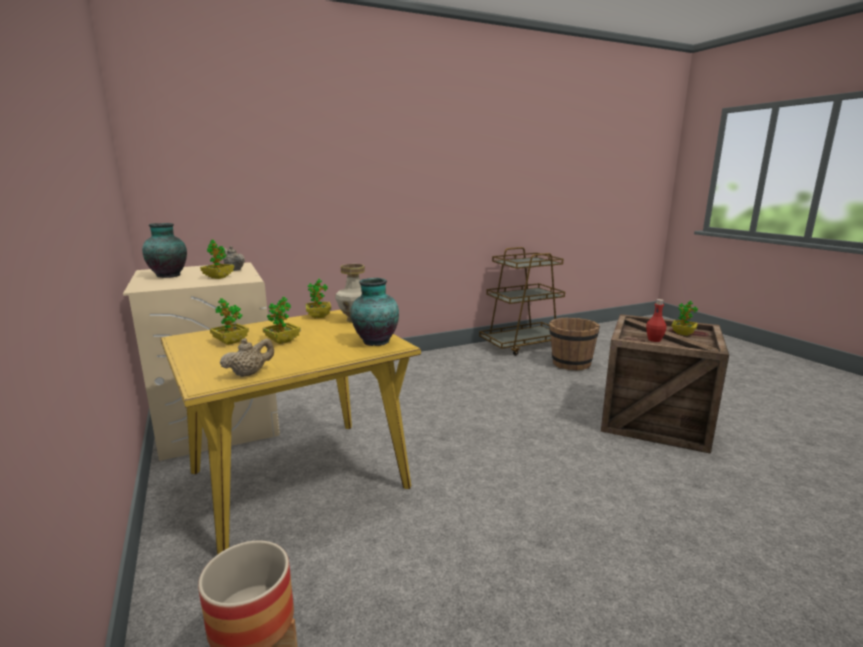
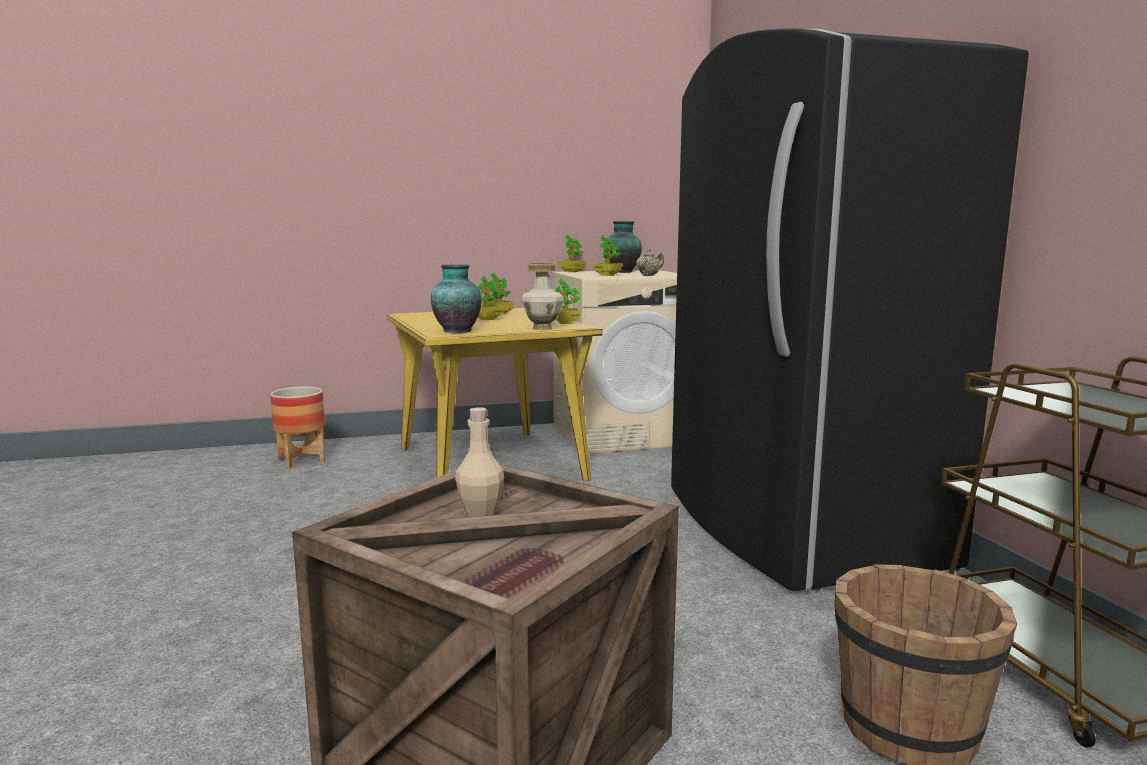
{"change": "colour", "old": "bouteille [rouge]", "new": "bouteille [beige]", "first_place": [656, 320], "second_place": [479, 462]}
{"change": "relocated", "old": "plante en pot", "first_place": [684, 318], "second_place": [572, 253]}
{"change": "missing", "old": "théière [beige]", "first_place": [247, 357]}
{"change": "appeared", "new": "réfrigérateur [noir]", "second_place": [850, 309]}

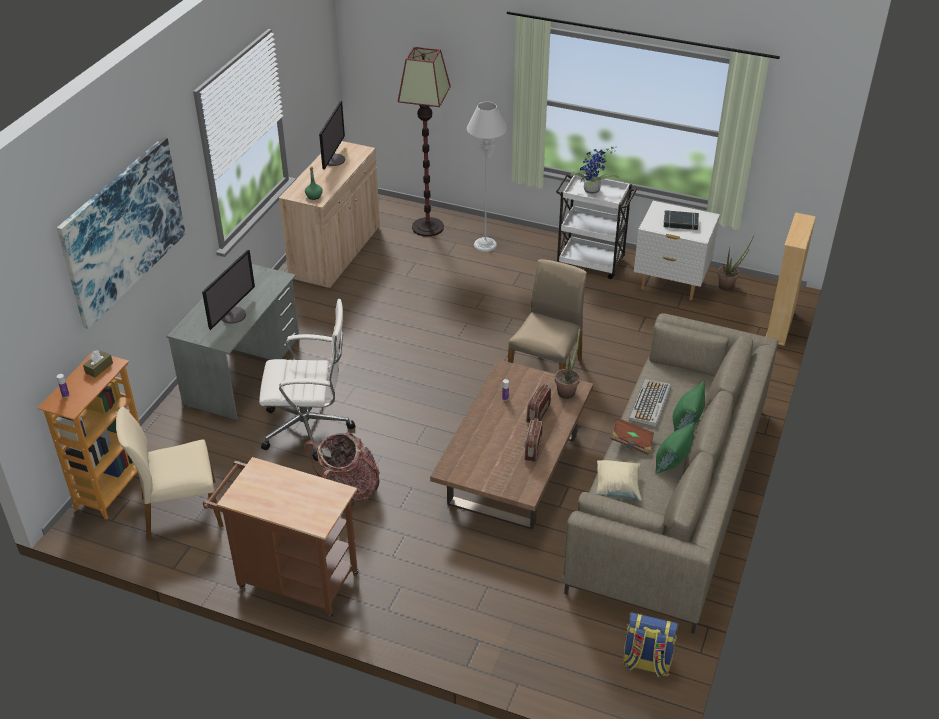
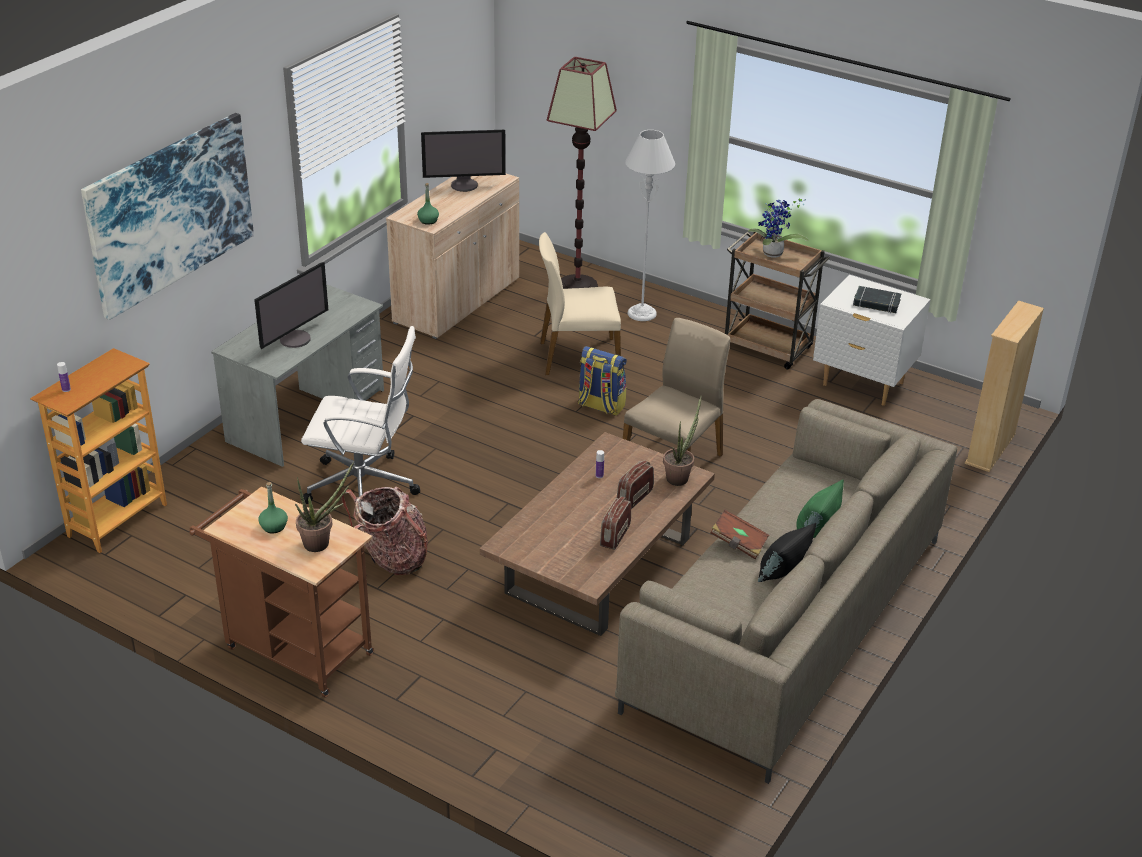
{"change": "spun", "old": "écran d'ordinateur", "first_place": [332, 135], "second_place": [463, 161], "degrees": 60}
{"change": "colour", "old": "chariot [blanc]", "new": "chariot [marron]", "first_place": [594, 225], "second_place": [777, 300]}
{"change": "relocated", "old": "plante en pot", "first_place": [736, 263], "second_place": [324, 507]}
{"change": "missing", "old": "boîte à mouchoirs [marron]", "first_place": [98, 364]}
{"change": "missing", "old": "clavier", "first_place": [650, 403]}
{"change": "relocated", "old": "chaise [beige]", "first_place": [170, 474], "second_place": [580, 303]}
{"change": "colour", "old": "coussin [vert]", "new": "coussin [noir]", "first_place": [675, 448], "second_place": [787, 552]}
{"change": "missing", "old": "coussin [beige]", "first_place": [619, 480]}
{"change": "relocated", "old": "sac à dos", "first_place": [650, 645], "second_place": [602, 381]}
{"change": "appeared", "new": "bouteille [vert]", "second_place": [273, 508]}

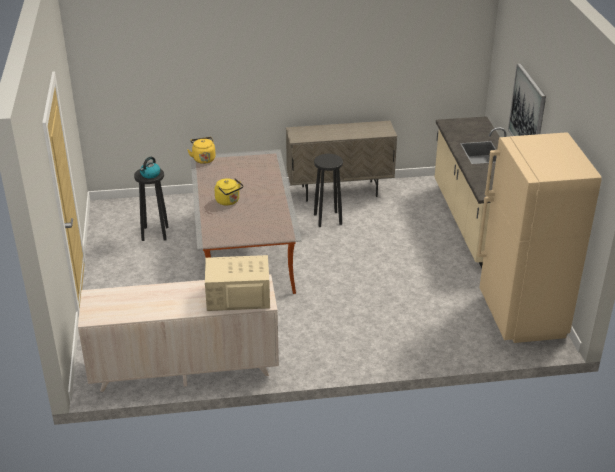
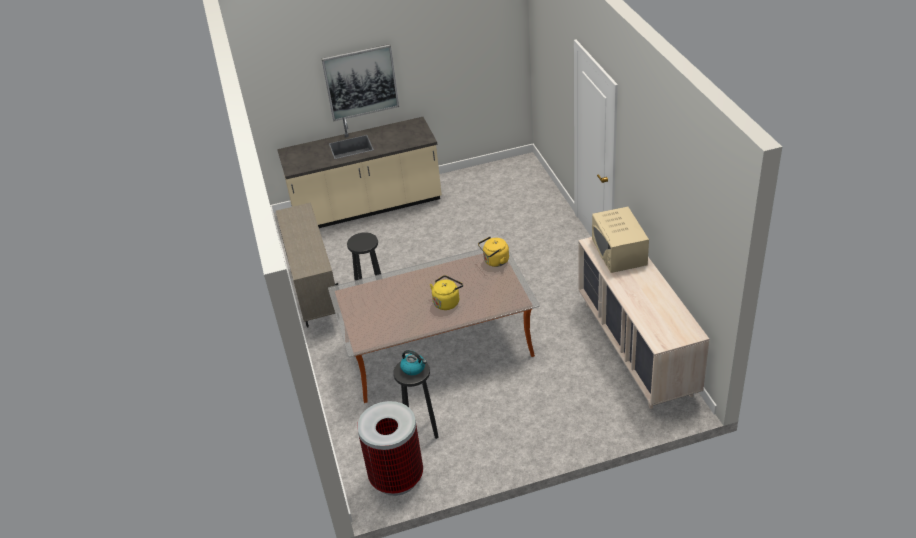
{"change": "missing", "old": "réfrigérateur [beige]", "first_place": [539, 237]}
{"change": "relocated", "old": "bouilloire [jaune]", "first_place": [201, 150], "second_place": [493, 252]}
{"change": "appeared", "new": "poubelle", "second_place": [390, 448]}

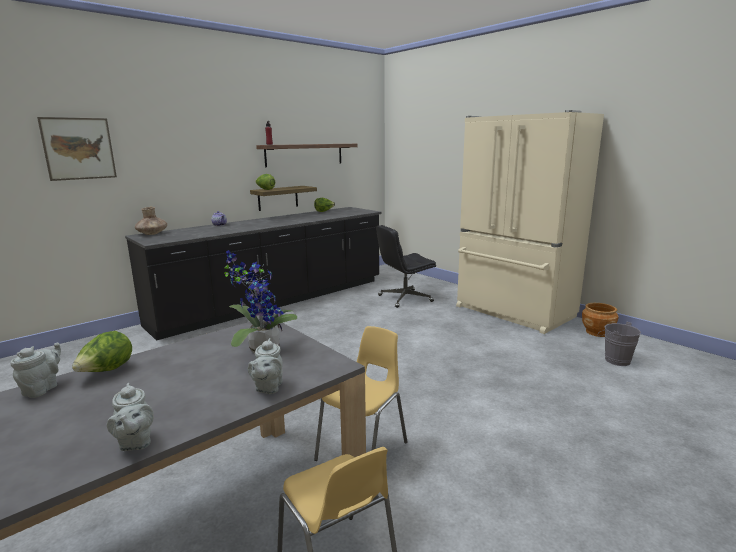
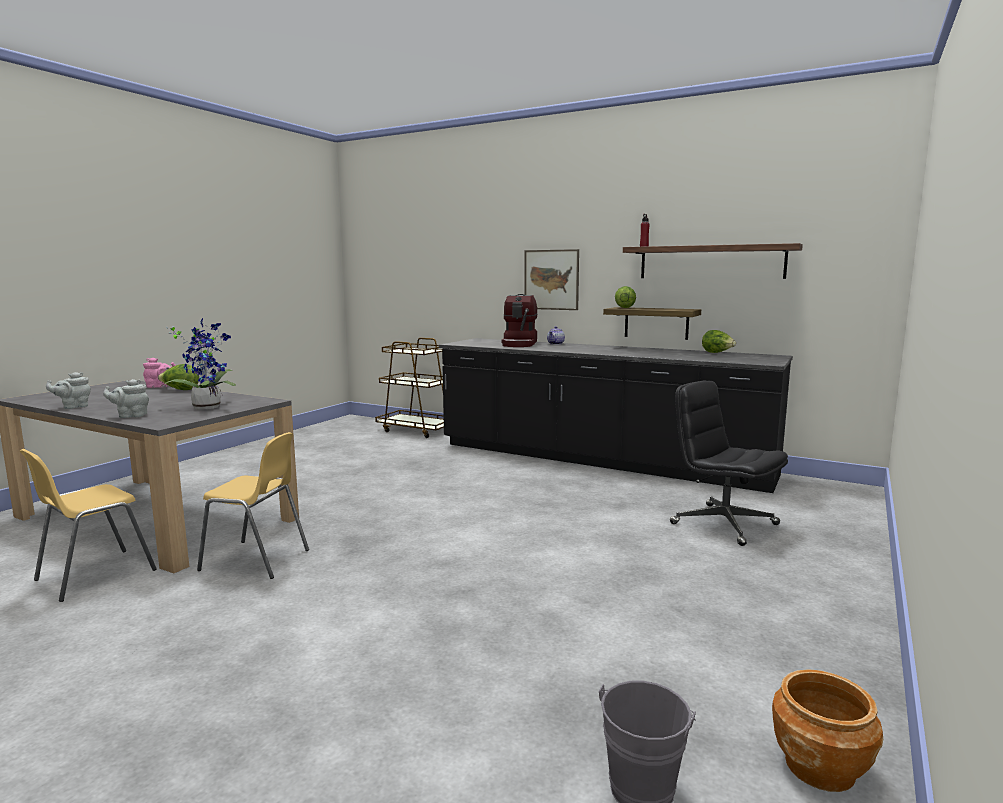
{"change": "missing", "old": "réfrigérateur [beige]", "first_place": [530, 222]}
{"change": "relocated", "old": "tableau", "first_place": [77, 149], "second_place": [551, 279]}
{"change": "missing", "old": "vase [marron]", "first_place": [151, 221]}
{"change": "colour", "old": "théière [gris]", "new": "théière [rose]", "first_place": [35, 370], "second_place": [159, 373]}
{"change": "appeared", "new": "machine à café", "second_place": [519, 320]}
{"change": "appeared", "new": "chariot [marron]", "second_place": [409, 388]}

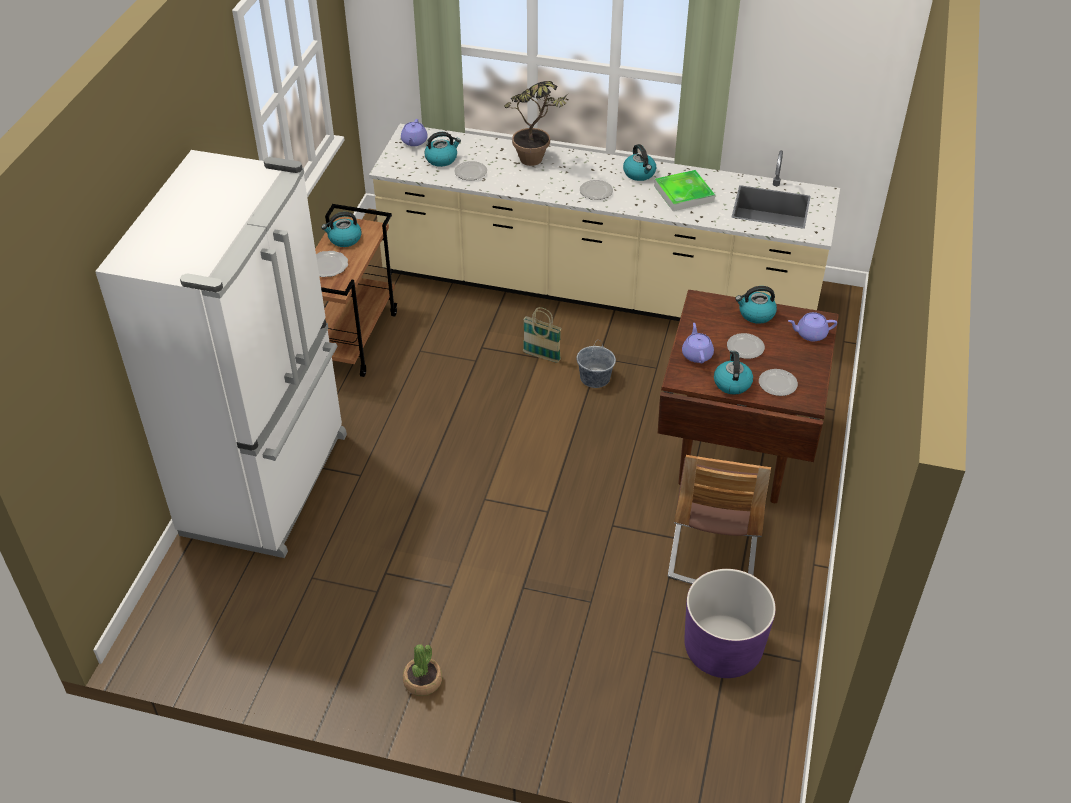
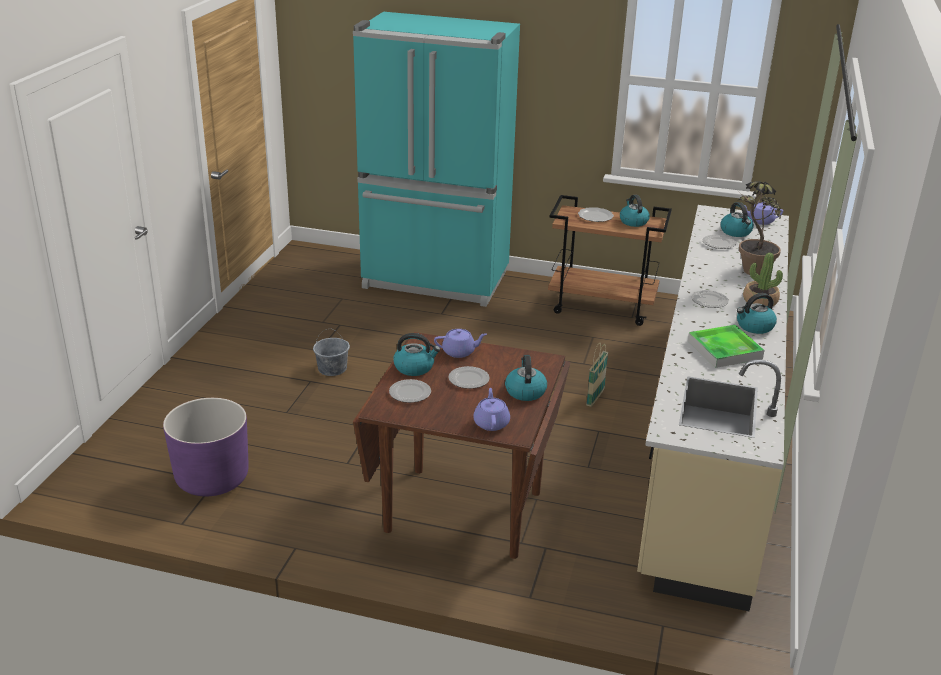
{"change": "colour", "old": "réfrigérateur [blanc]", "new": "réfrigérateur [turquoise]", "first_place": [221, 354], "second_place": [436, 159]}
{"change": "relocated", "old": "seau [gris]", "first_place": [596, 365], "second_place": [331, 352]}
{"change": "missing", "old": "chaise", "first_place": [719, 519]}
{"change": "relocated", "old": "plante en pot", "first_place": [422, 670], "second_place": [763, 279]}

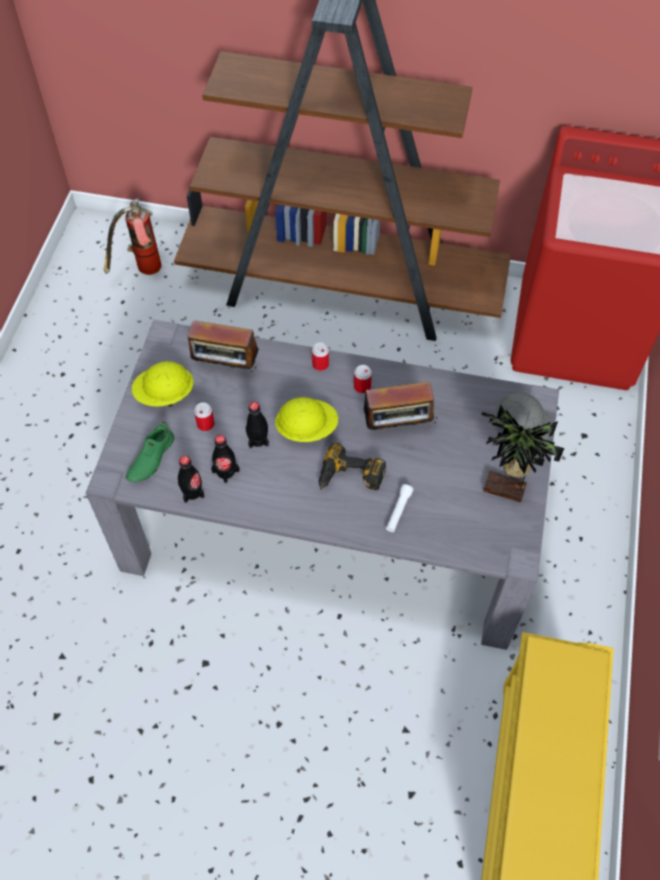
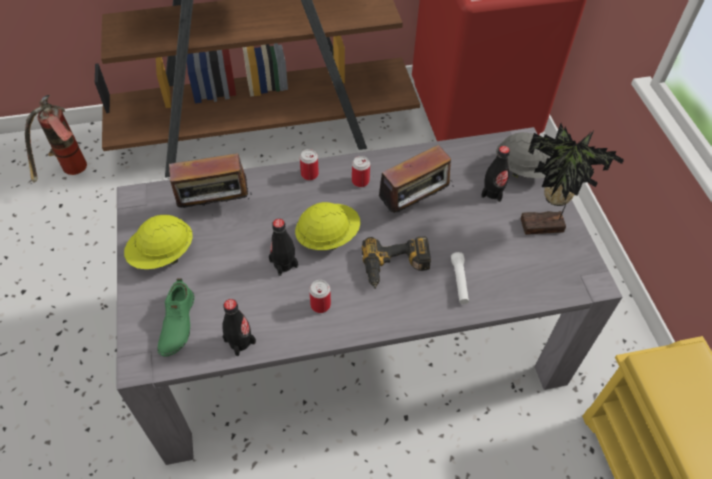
{"change": "relocated", "old": "boîte métallique", "first_place": [204, 416], "second_place": [320, 296]}
{"change": "relocated", "old": "bouteille [noir]", "first_place": [225, 459], "second_place": [495, 174]}

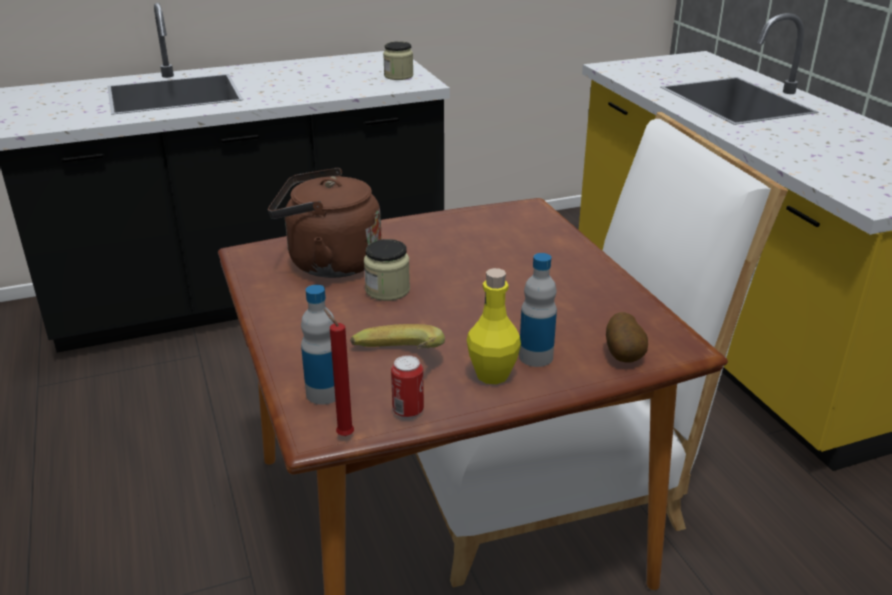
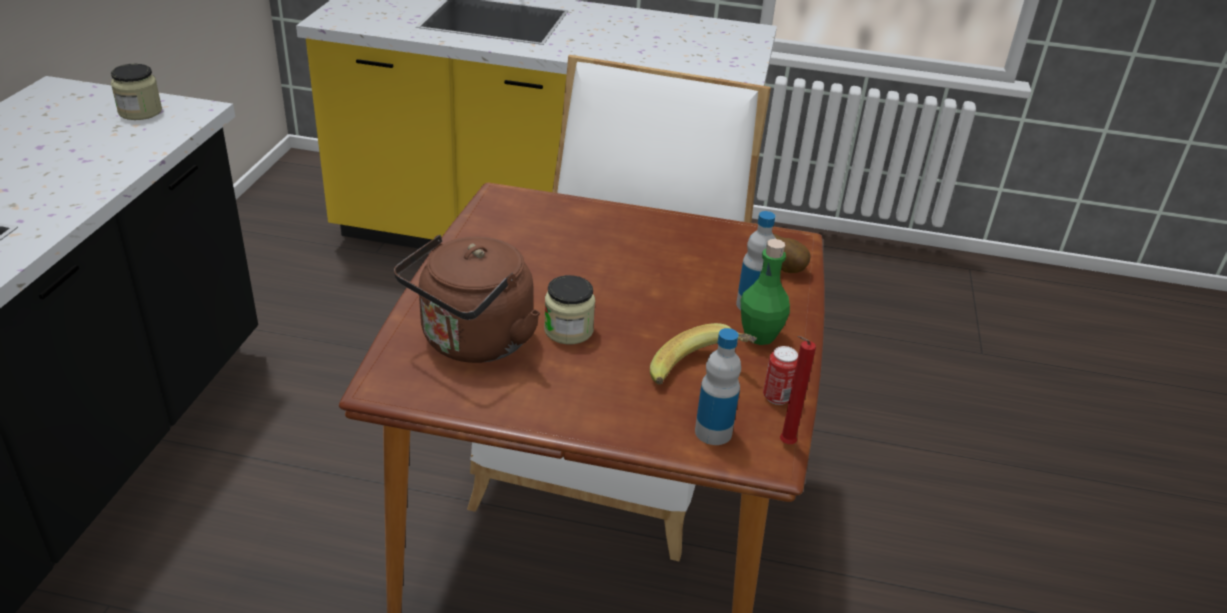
{"change": "colour", "old": "bouteille [jaune]", "new": "bouteille [vert]", "first_place": [494, 326], "second_place": [765, 292]}

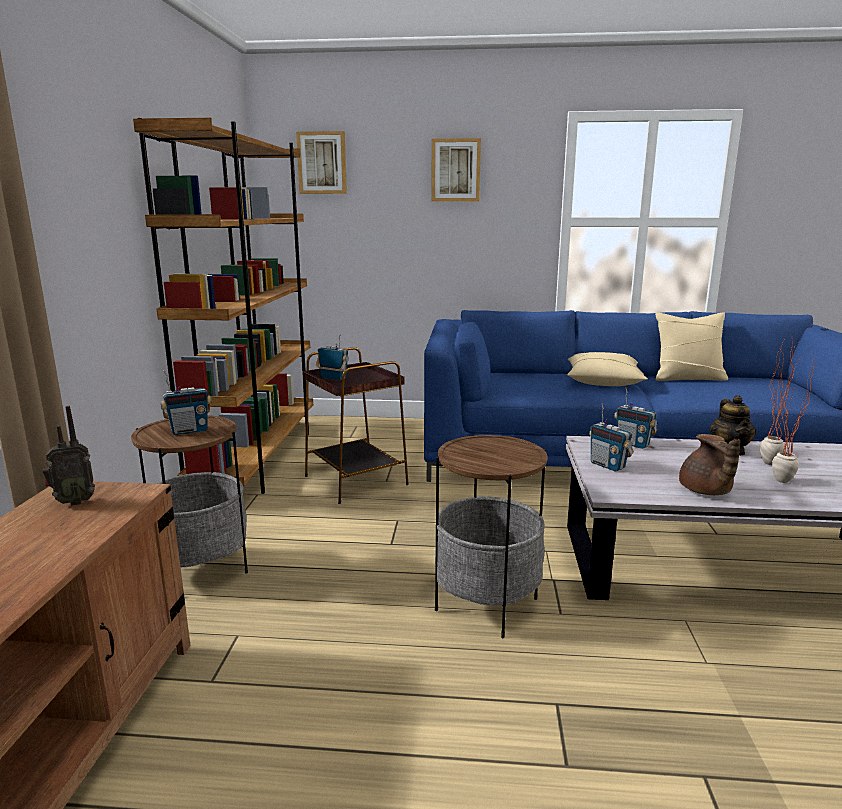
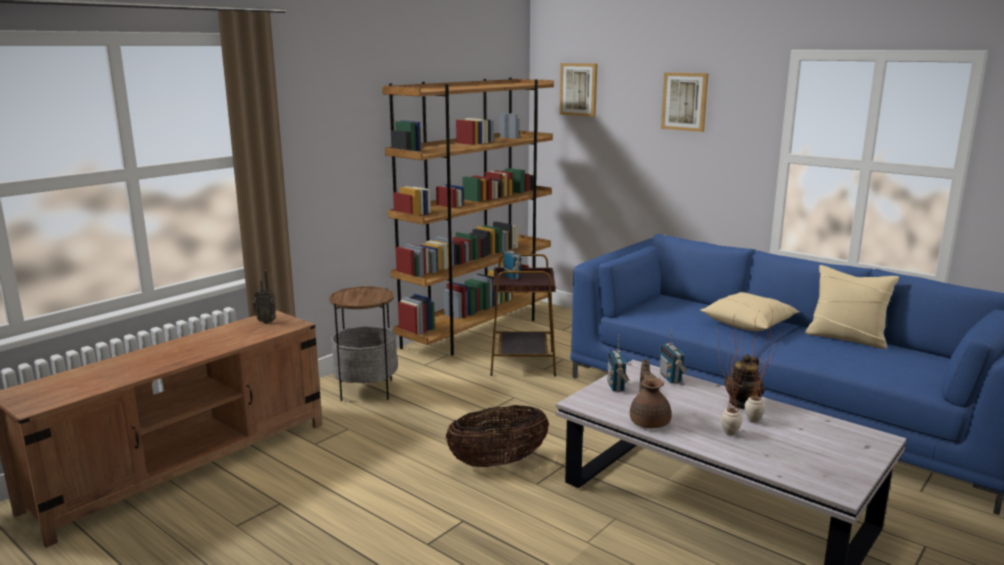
{"change": "missing", "old": "radio", "first_place": [186, 402]}
{"change": "exchanged", "old": "table d'appoint", "new": "panier", "first_place": [491, 536], "second_place": [497, 436]}
{"change": "spun", "old": "théière [marron]", "first_place": [710, 464], "second_place": [651, 393], "degrees": 150}

